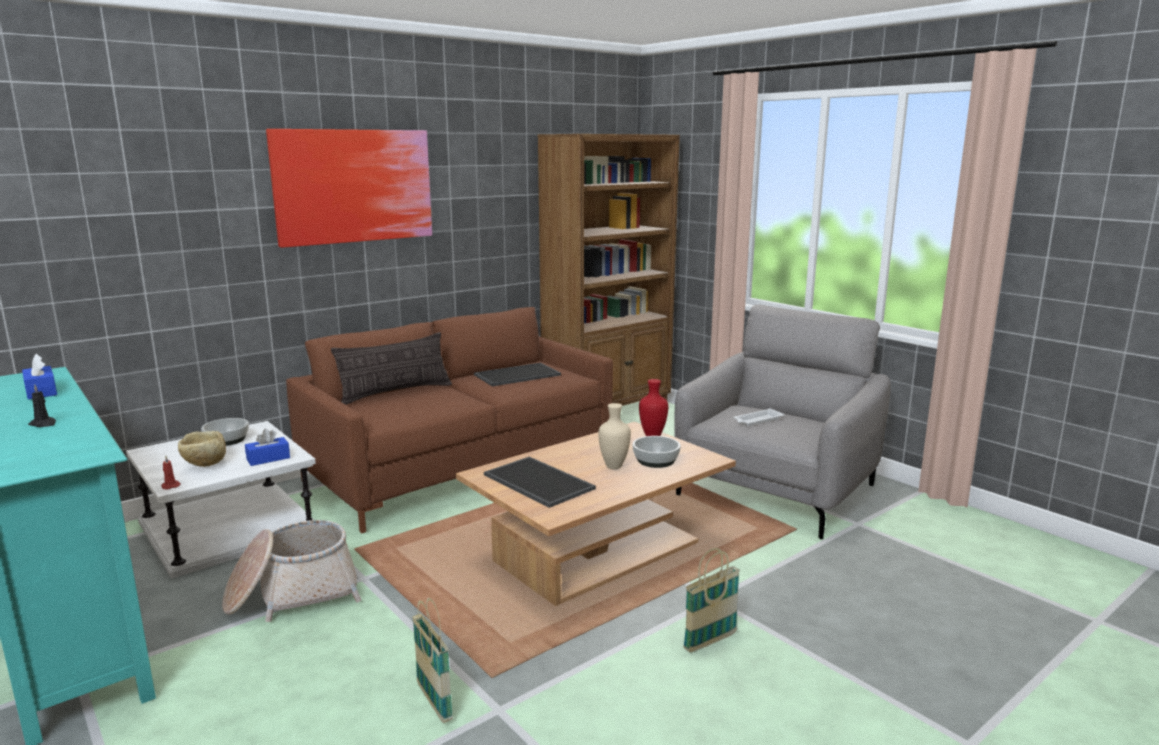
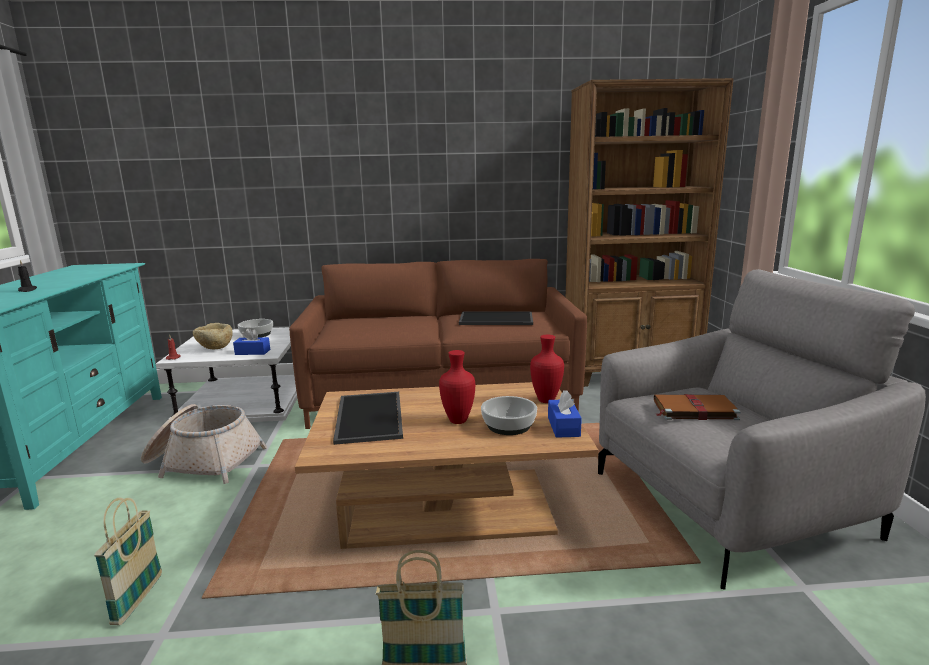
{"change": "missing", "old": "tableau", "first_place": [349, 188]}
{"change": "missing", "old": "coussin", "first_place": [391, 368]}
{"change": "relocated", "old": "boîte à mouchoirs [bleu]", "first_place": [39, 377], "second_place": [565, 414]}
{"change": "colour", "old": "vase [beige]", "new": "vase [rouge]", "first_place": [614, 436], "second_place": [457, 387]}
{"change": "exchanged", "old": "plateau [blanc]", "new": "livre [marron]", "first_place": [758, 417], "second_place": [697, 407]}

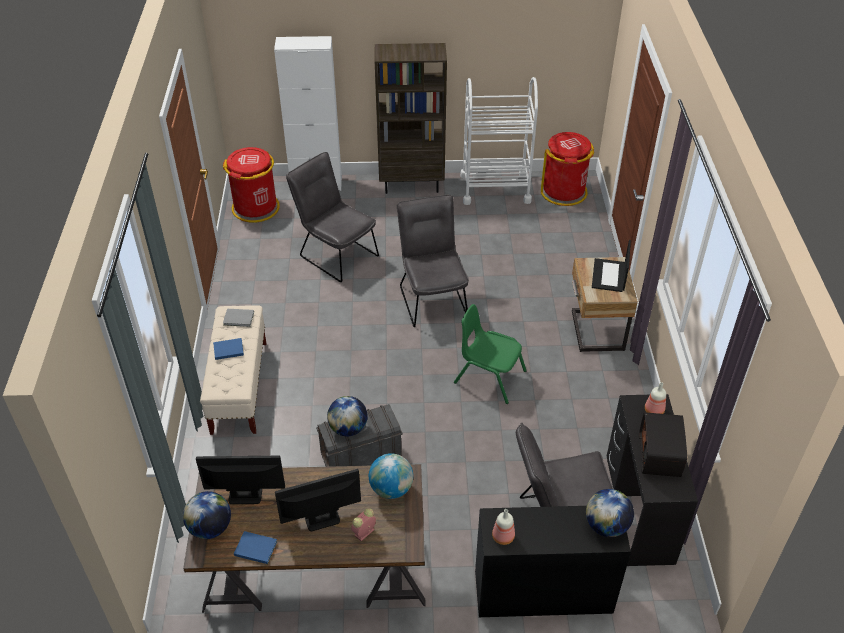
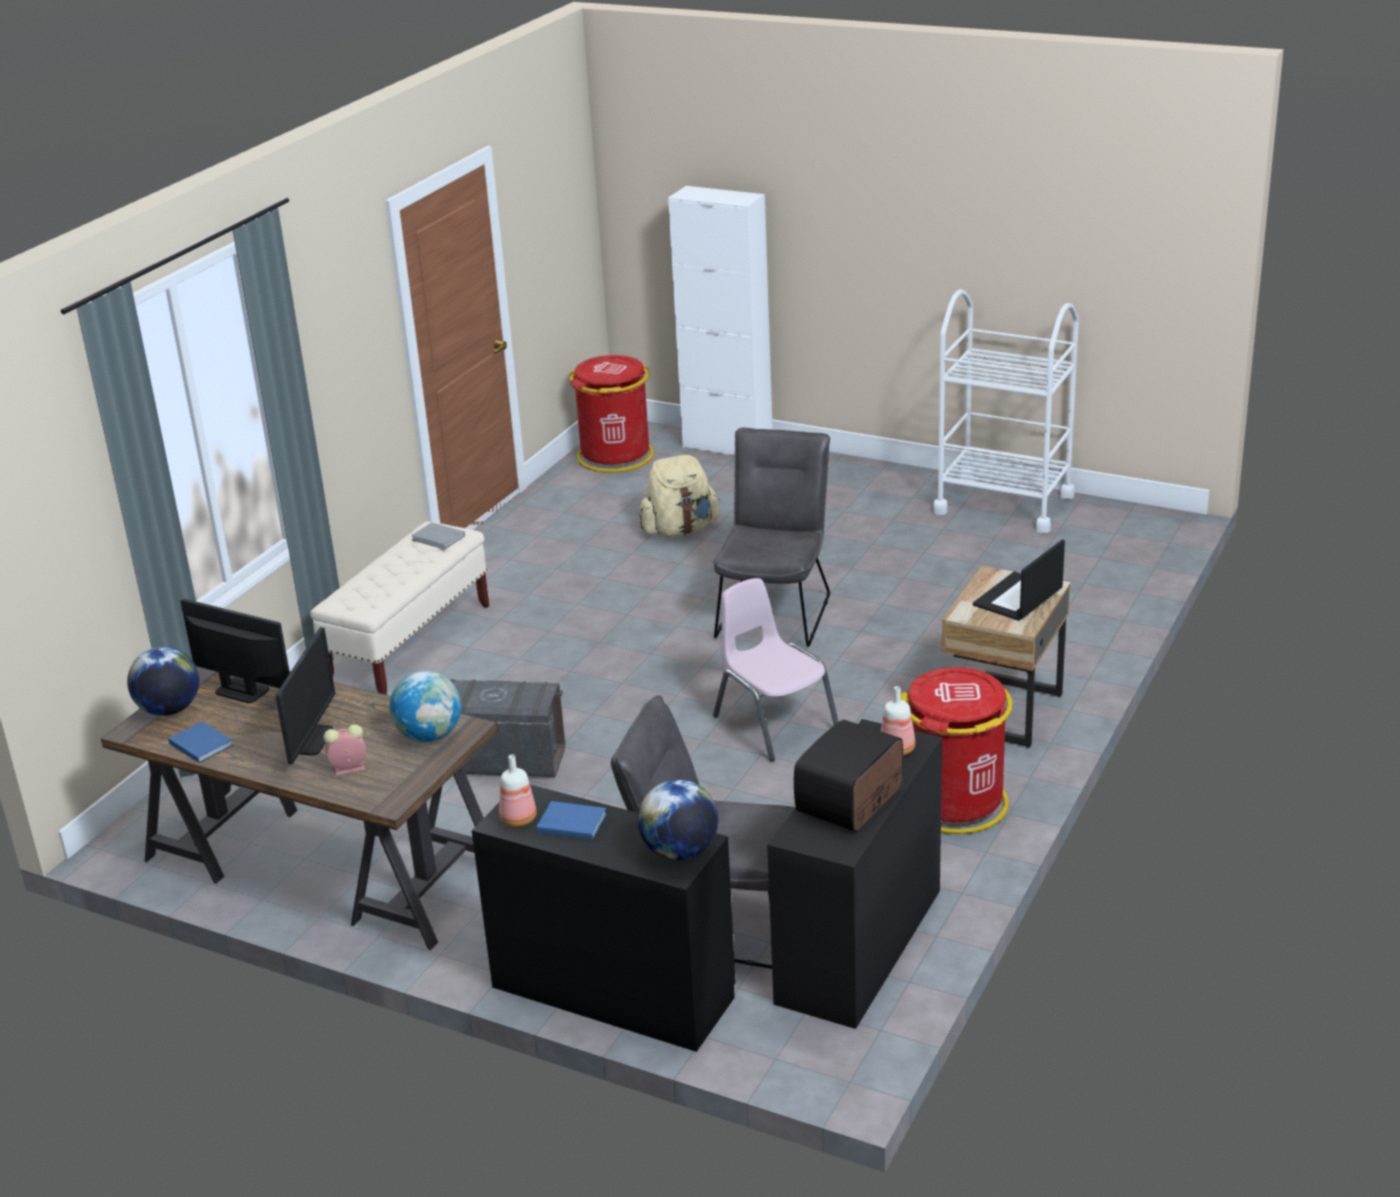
{"change": "missing", "old": "bibliothèque [marron]", "first_place": [411, 118]}
{"change": "relocated", "old": "poubelle [rouge]", "first_place": [567, 169], "second_place": [957, 750]}
{"change": "exchanged", "old": "chaise [gris]", "new": "sac à dos [beige]", "first_place": [332, 217], "second_place": [679, 496]}
{"change": "colour", "old": "chaise [vert]", "new": "chaise [rose]", "first_place": [490, 354], "second_place": [776, 669]}
{"change": "relocated", "old": "livre [bleu]", "first_place": [228, 349], "second_place": [571, 820]}
{"change": "missing", "old": "globe", "first_place": [347, 416]}
{"change": "spun", "old": "écran d'ordinateur", "first_place": [318, 500], "second_place": [305, 695], "degrees": 90}

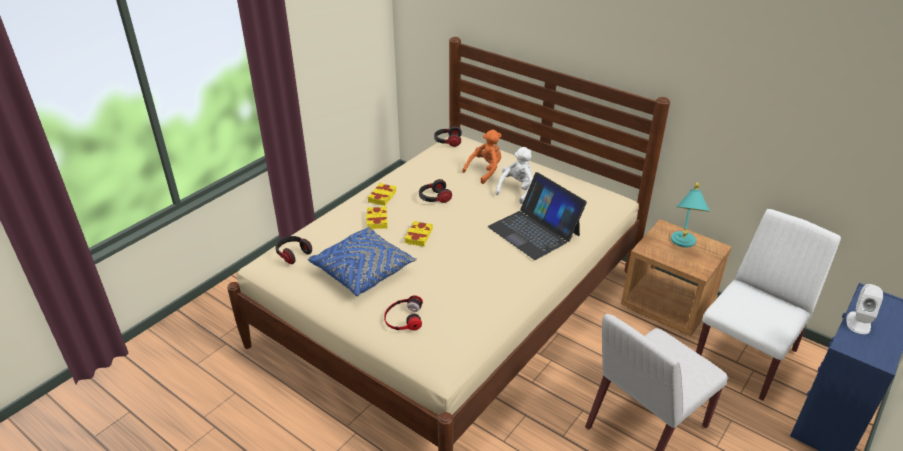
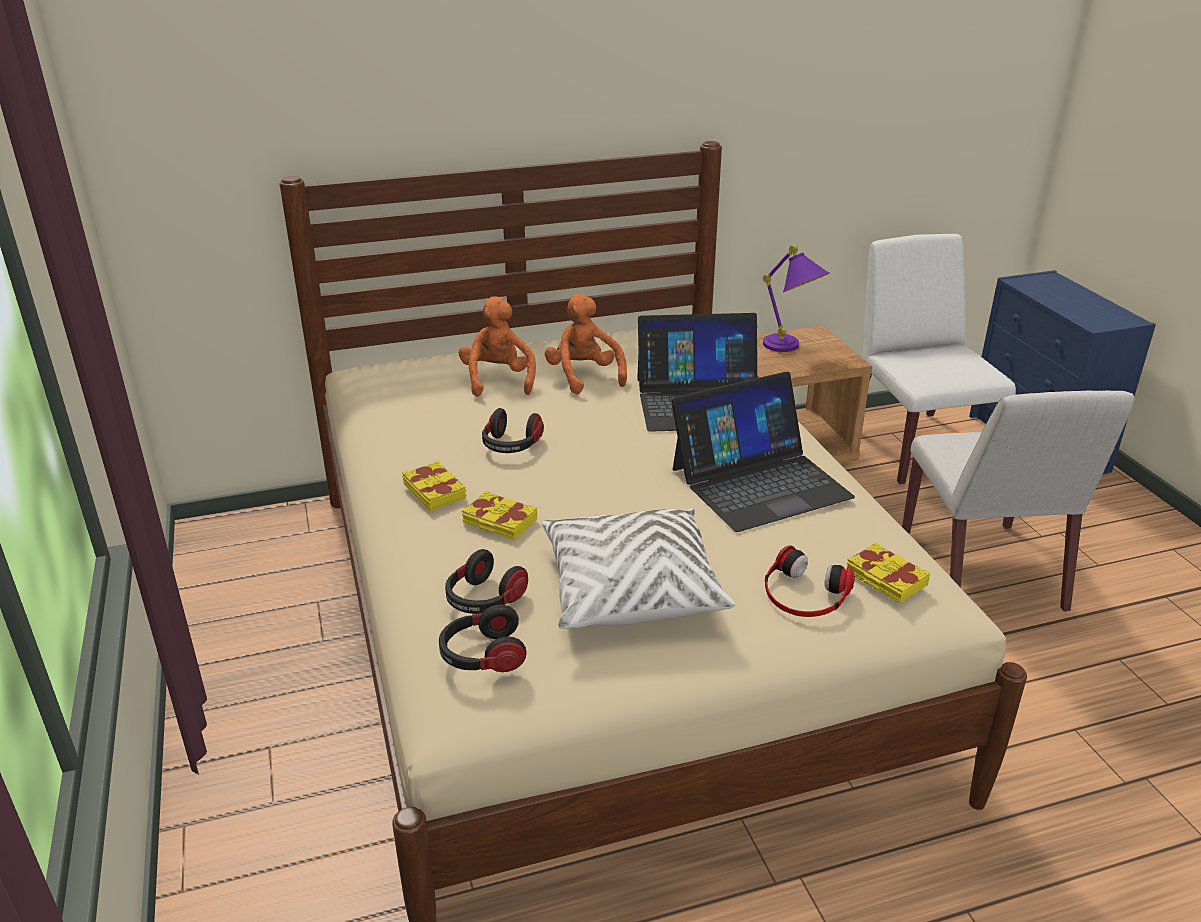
{"change": "relocated", "old": "casque audio", "first_place": [448, 136], "second_place": [486, 581]}
{"change": "colour", "old": "peluche [blanc]", "new": "peluche [orange]", "first_place": [514, 175], "second_place": [585, 344]}
{"change": "colour", "old": "lampe de table [turquoise]", "new": "lampe de table [violet]", "first_place": [691, 215], "second_place": [796, 298]}
{"change": "relocated", "old": "livre [jaune]", "first_place": [418, 234], "second_place": [888, 572]}
{"change": "colour", "old": "coussin [bleu]", "new": "coussin [blanc]", "first_place": [362, 261], "second_place": [638, 568]}
{"change": "missing", "old": "enceinte [blanc]", "first_place": [864, 309]}
{"change": "appeared", "new": "ordinateur portable", "second_place": [763, 452]}

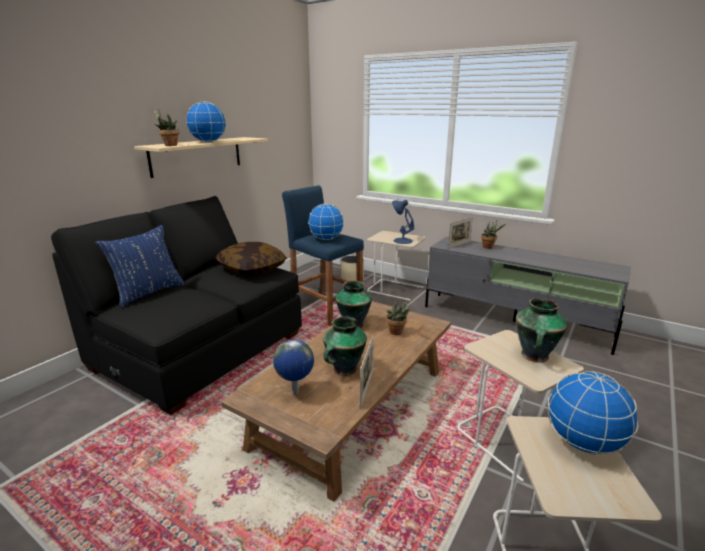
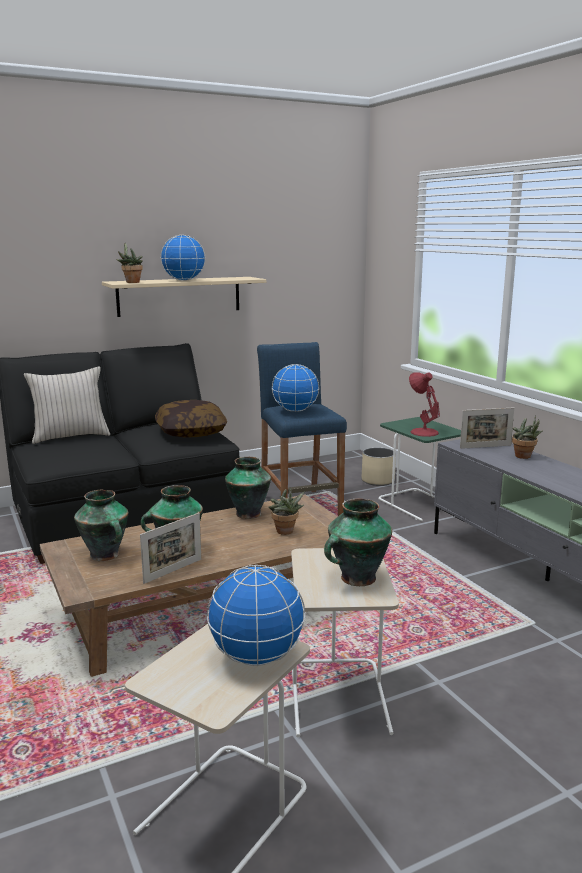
{"change": "colour", "old": "lampe de table [bleu]", "new": "lampe de table [rouge]", "first_place": [403, 222], "second_place": [424, 404]}
{"change": "colour", "old": "coussin [bleu]", "new": "coussin [beige]", "first_place": [140, 266], "second_place": [67, 405]}
{"change": "colour", "old": "table d'appoint [beige]", "new": "table d'appoint [vert]", "first_place": [396, 266], "second_place": [420, 469]}
{"change": "exchanged", "old": "globe", "new": "vase", "first_place": [293, 367], "second_place": [101, 525]}

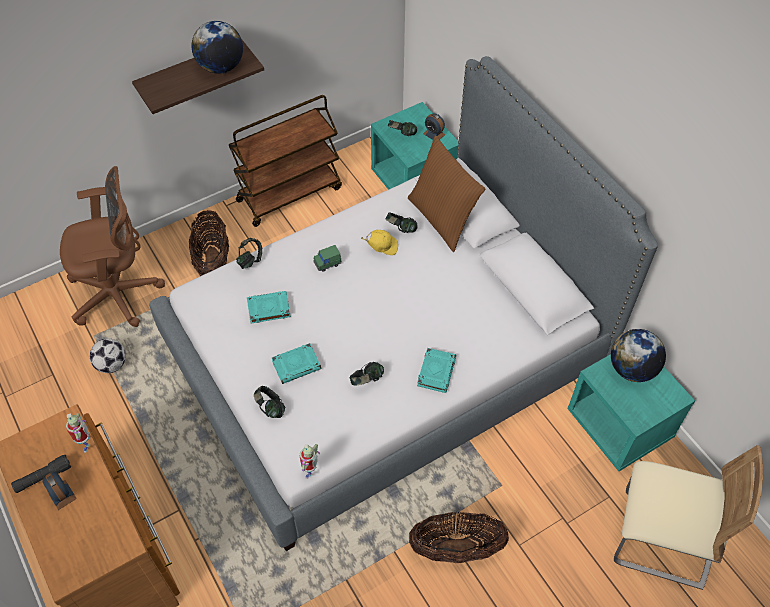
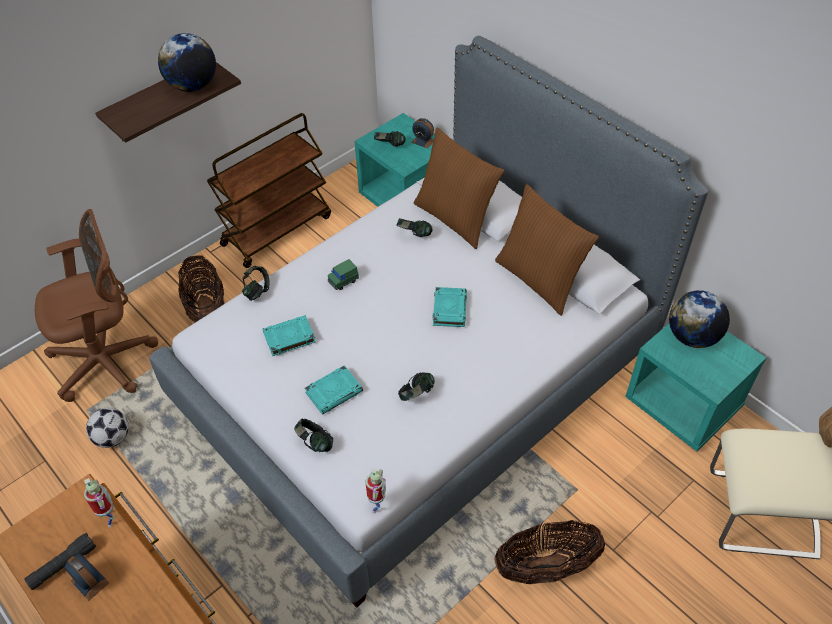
{"change": "missing", "old": "casquette [jaune]", "first_place": [379, 242]}
{"change": "relocated", "old": "livre [turquoise]", "first_place": [436, 370], "second_place": [450, 307]}
{"change": "appeared", "new": "coussin [marron]", "second_place": [547, 250]}

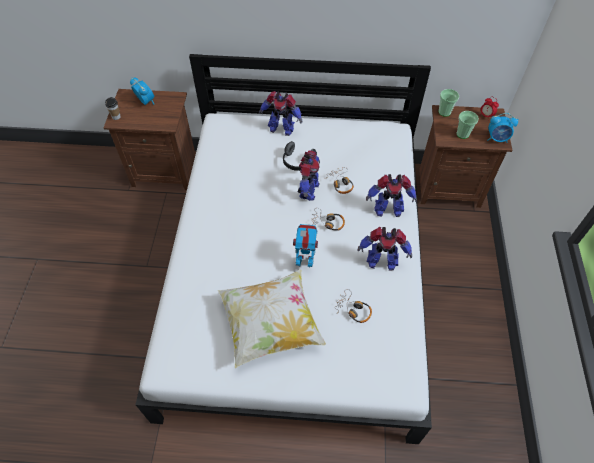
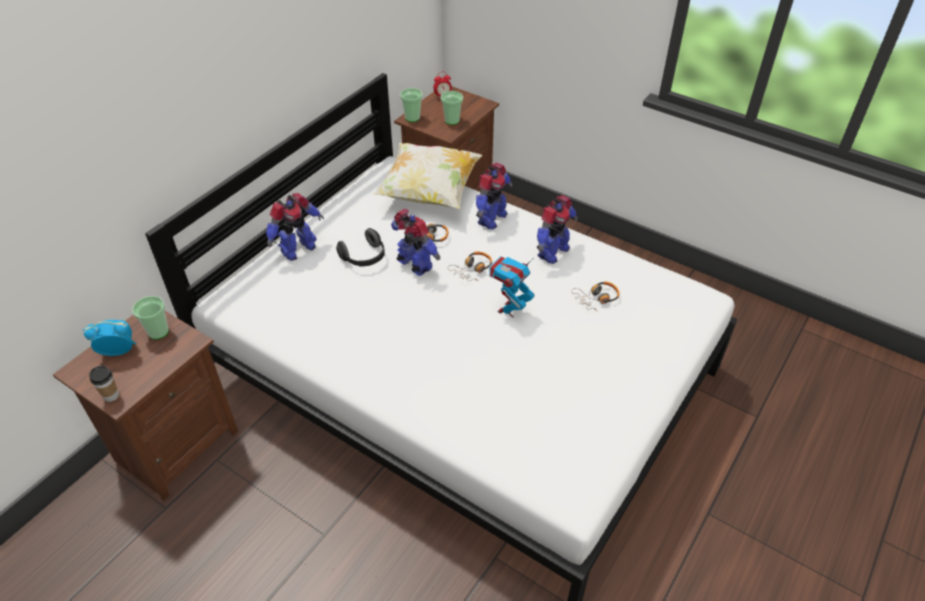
{"change": "missing", "old": "réveil", "first_place": [502, 128]}
{"change": "relocated", "old": "coussin", "first_place": [272, 318], "second_place": [427, 176]}
{"change": "appeared", "new": "tasse", "second_place": [150, 317]}

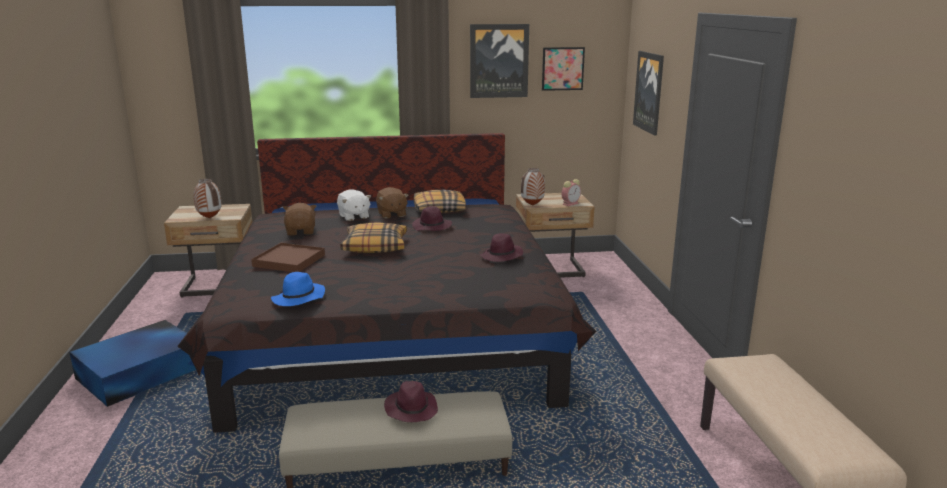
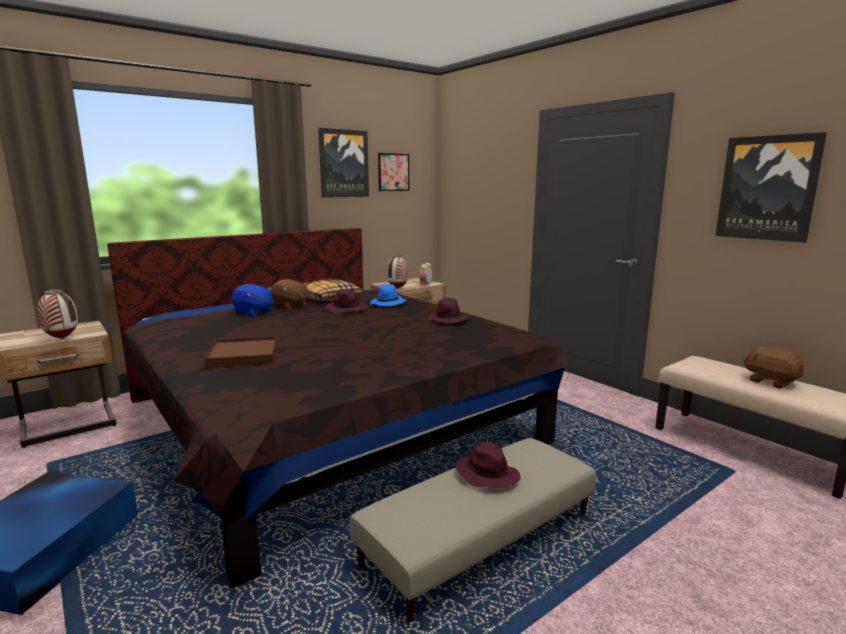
{"change": "relocated", "old": "tableau", "first_place": [648, 93], "second_place": [771, 187]}
{"change": "colour", "old": "peluche [blanc]", "new": "peluche [bleu]", "first_place": [354, 205], "second_place": [252, 300]}
{"change": "relocated", "old": "peluche [marron]", "first_place": [299, 219], "second_place": [773, 368]}
{"change": "missing", "old": "coussin", "first_place": [373, 238]}
{"change": "relocated", "old": "chapeau [bleu]", "first_place": [298, 289], "second_place": [388, 295]}

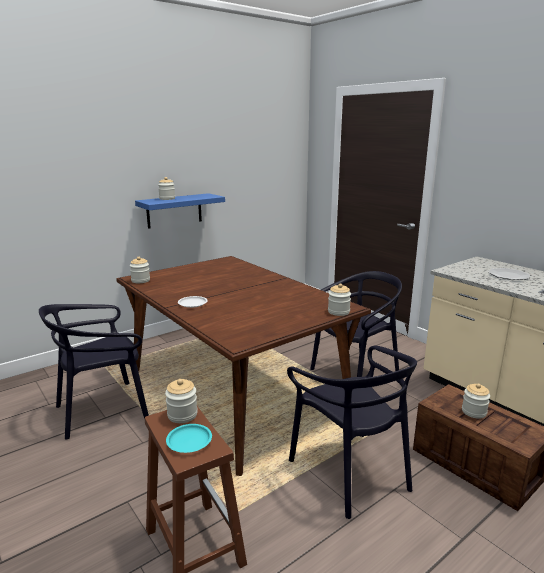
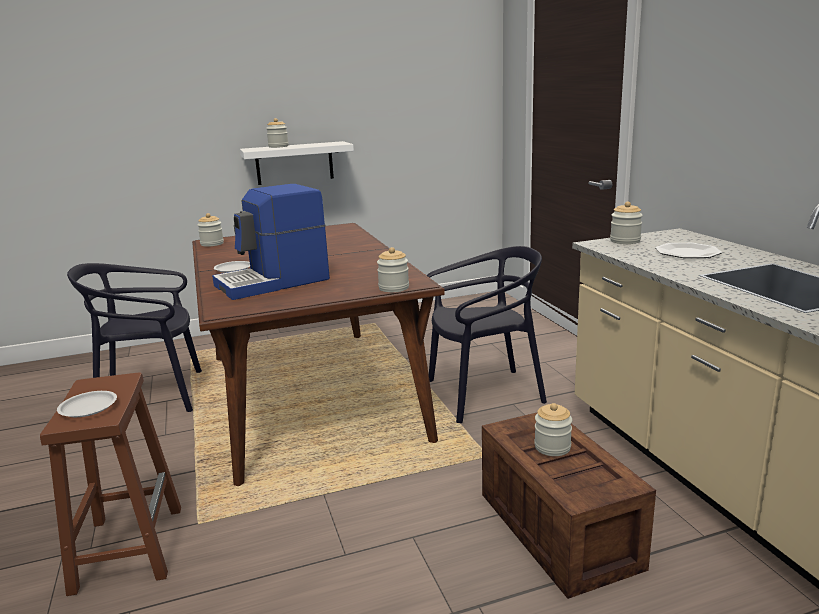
{"change": "colour", "old": "étagère [bleu]", "new": "étagère [blanc]", "first_place": [180, 211], "second_place": [297, 163]}
{"change": "missing", "old": "chaise [noir]", "first_place": [352, 432]}
{"change": "relocated", "old": "bocal", "first_place": [181, 401], "second_place": [626, 222]}
{"change": "colour", "old": "assiette [turquoise]", "new": "assiette [blanc]", "first_place": [189, 438], "second_place": [87, 404]}
{"change": "appeared", "new": "machine à café", "second_place": [271, 242]}

